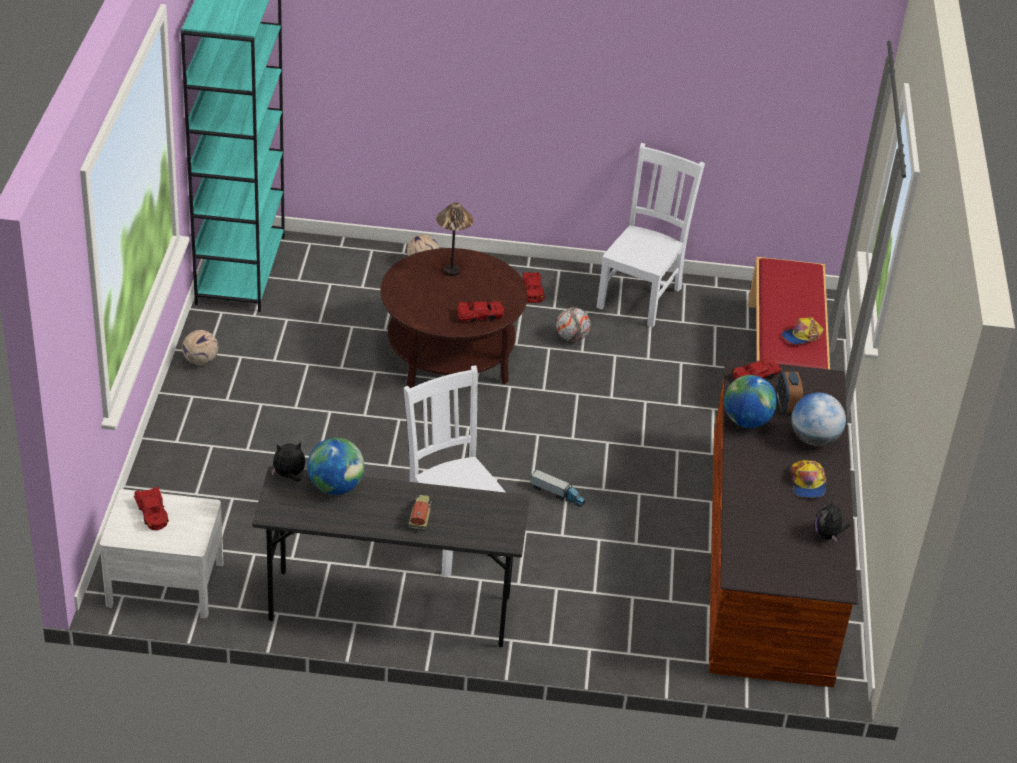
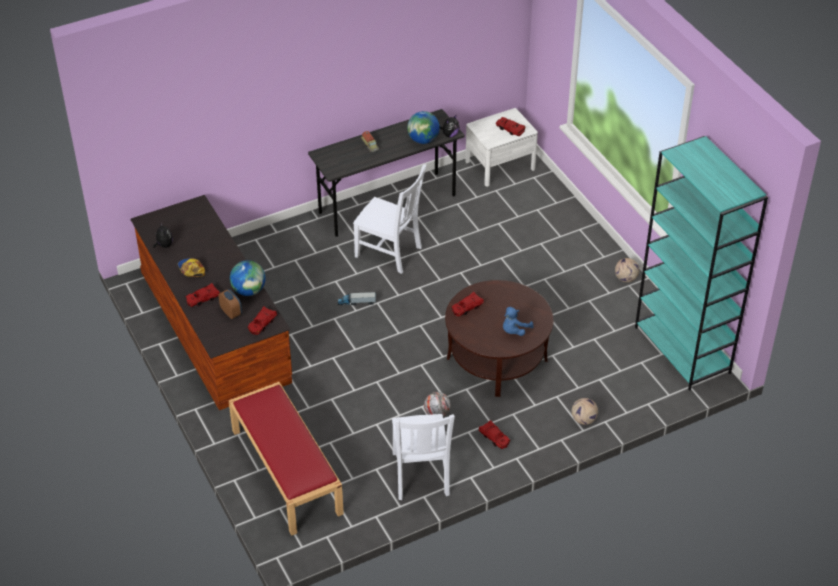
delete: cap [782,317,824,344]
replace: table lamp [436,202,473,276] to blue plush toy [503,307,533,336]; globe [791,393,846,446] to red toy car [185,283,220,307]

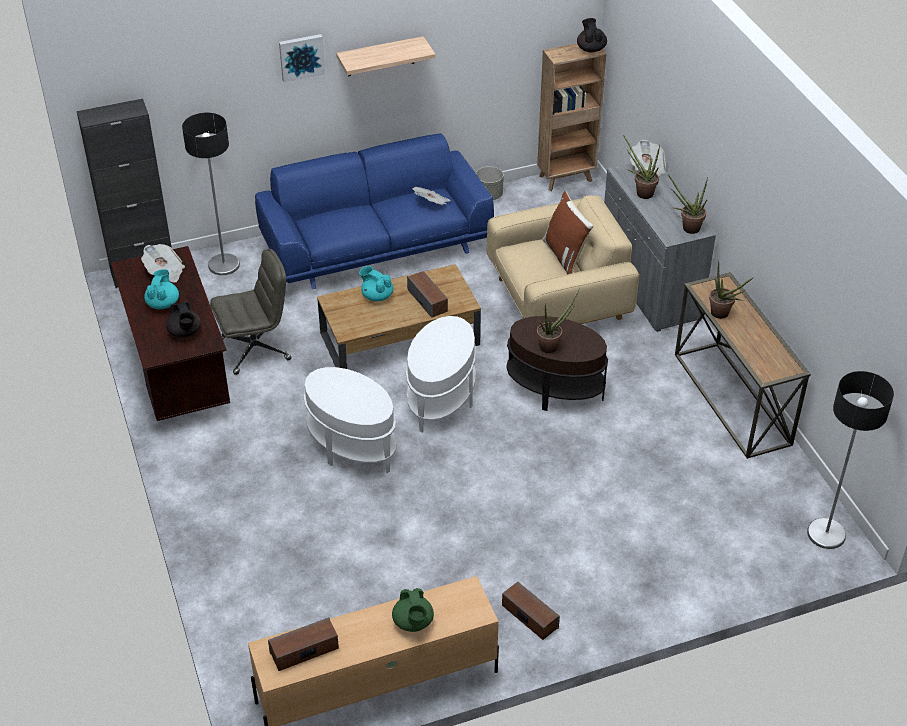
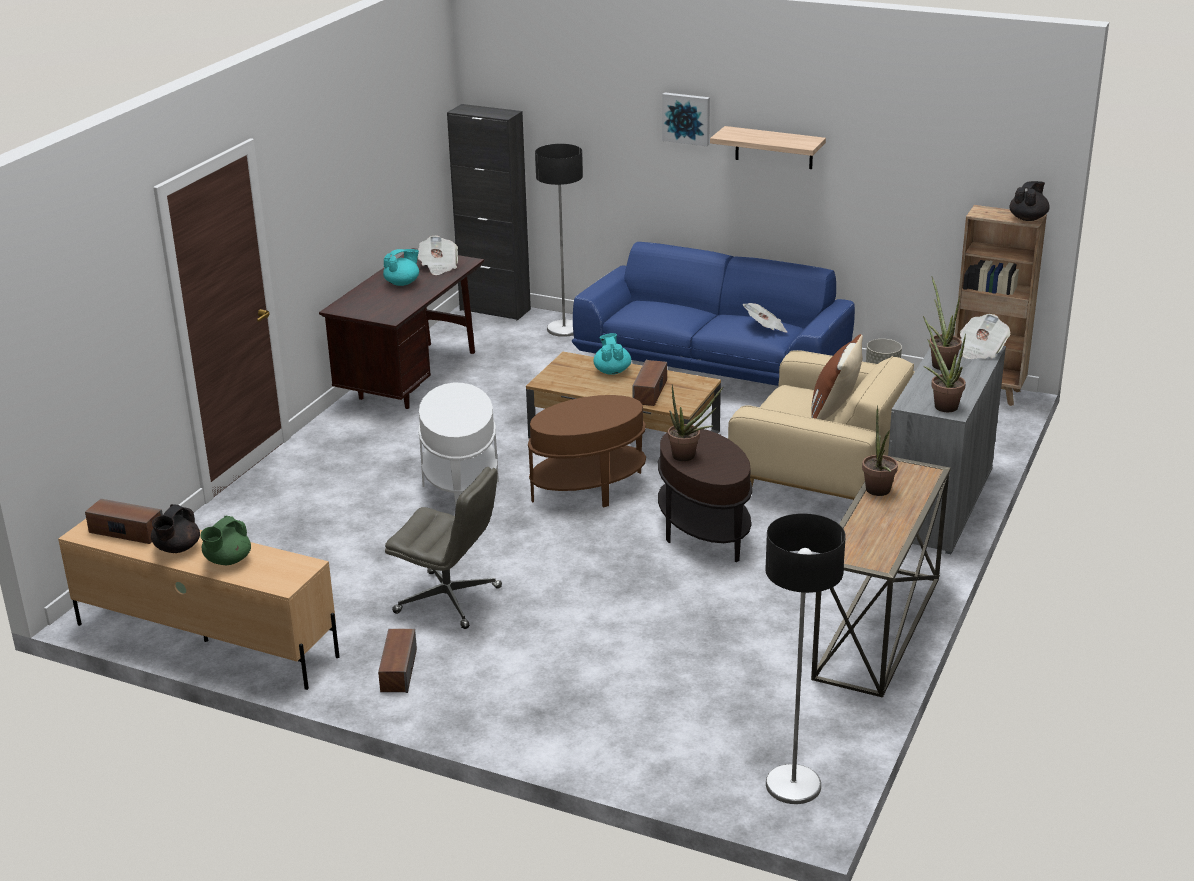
move: black teapot [166,302,201,338] to [151,504,200,553]; grey office chair [210,249,291,375] to [385,467,502,629]
recolor: white side table [406,316,476,433] to brown side table [528,395,646,508]

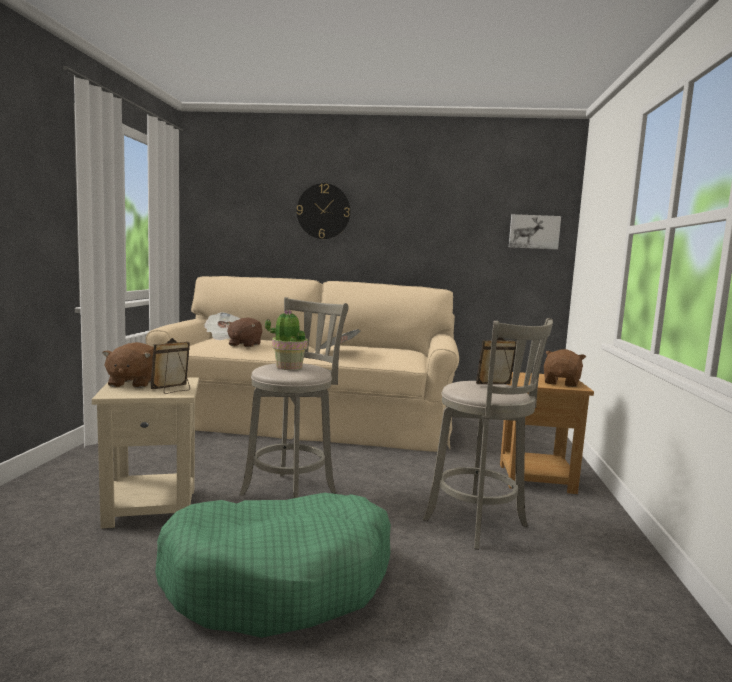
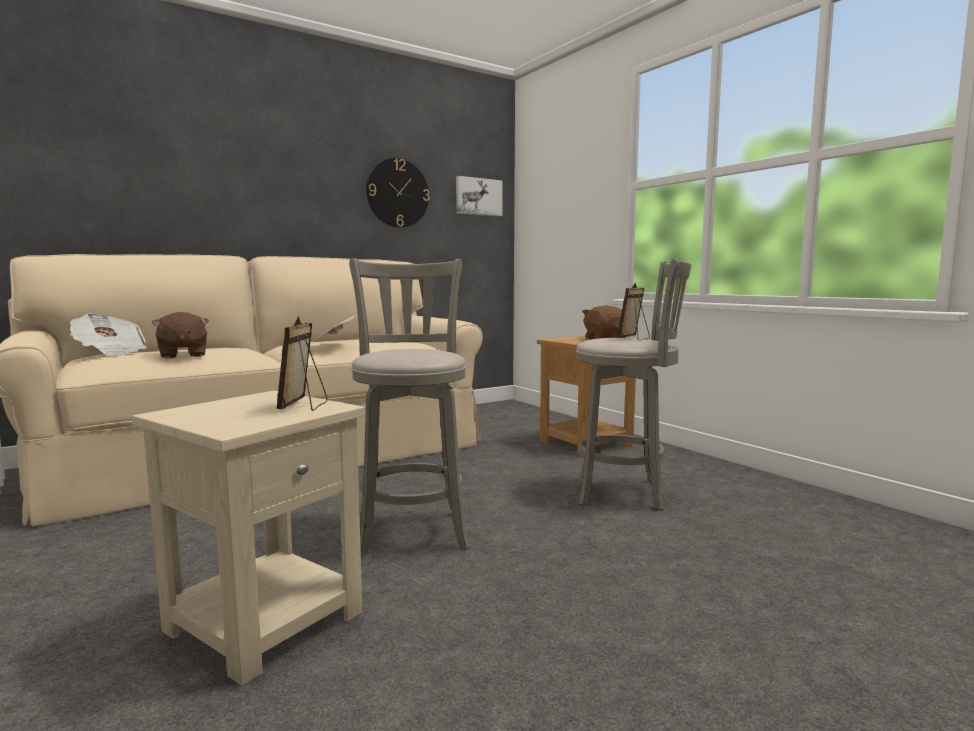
delete: brown plush toy [102,342,154,388]; green dog bed [155,493,391,638]; potted plant [265,310,308,370]
move: wall clock [297,183,351,239] to [366,158,429,228]

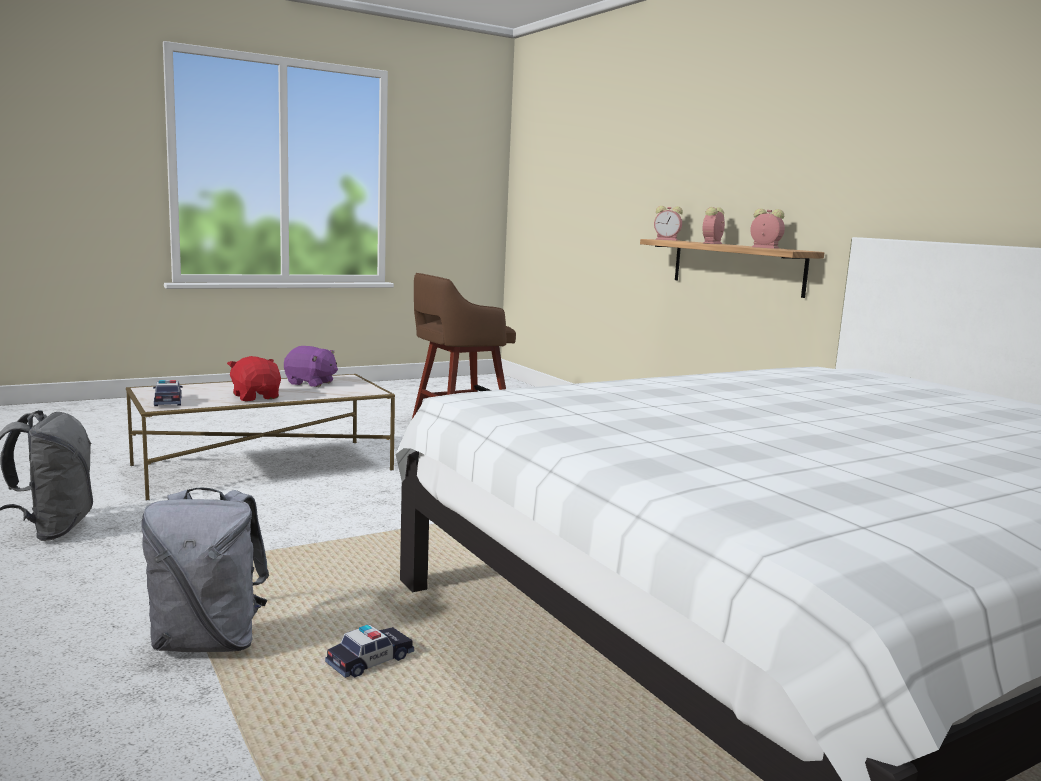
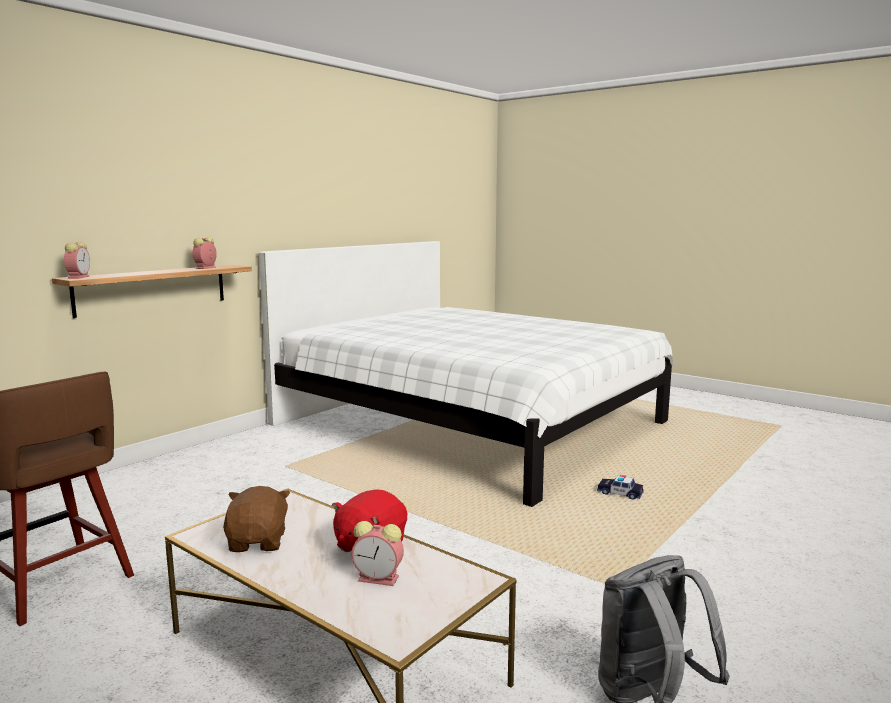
delete: grey backpack [141,488,269,652]; toy car [153,380,183,406]
move: alarm clock [703,207,725,244] to [352,521,404,586]
recolor: purple plush toy [284,346,338,387] to brown plush toy [223,486,290,552]

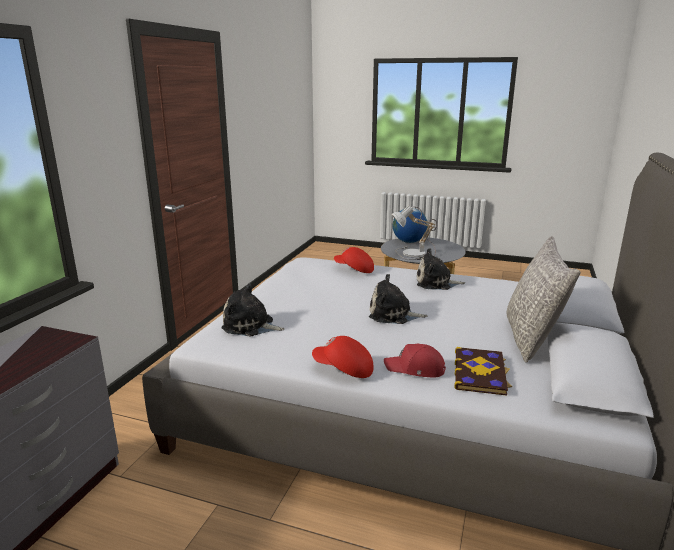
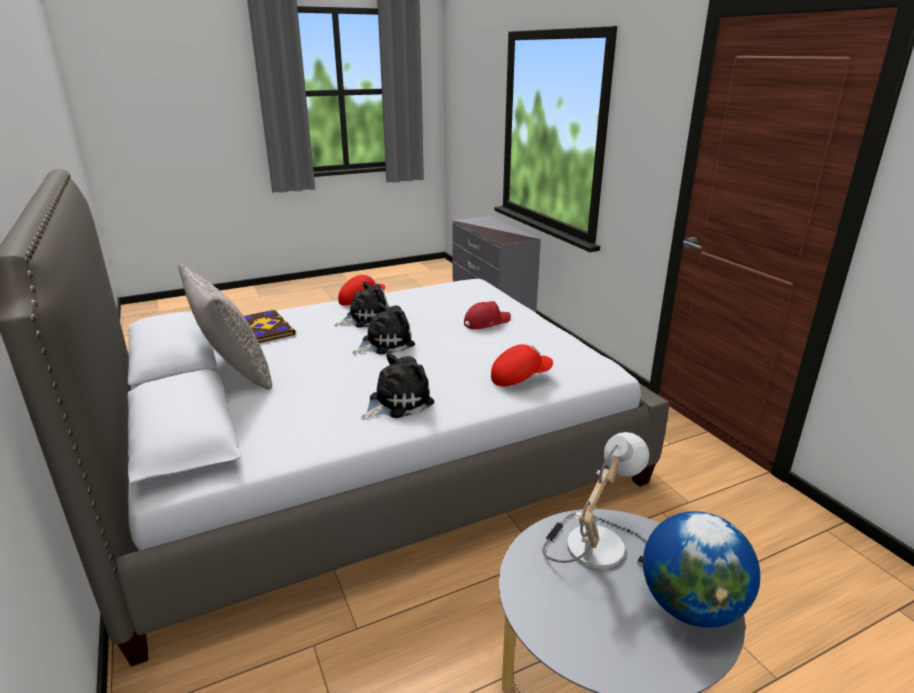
move: plush toy [221,283,285,336] to [334,281,389,328]; red cap [384,344,446,378] to [464,301,511,329]

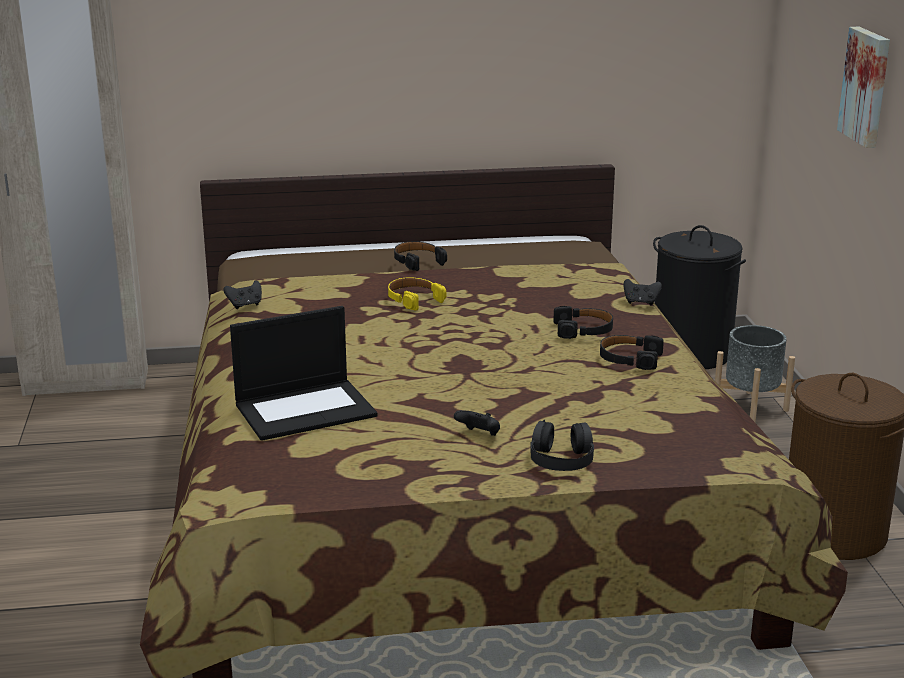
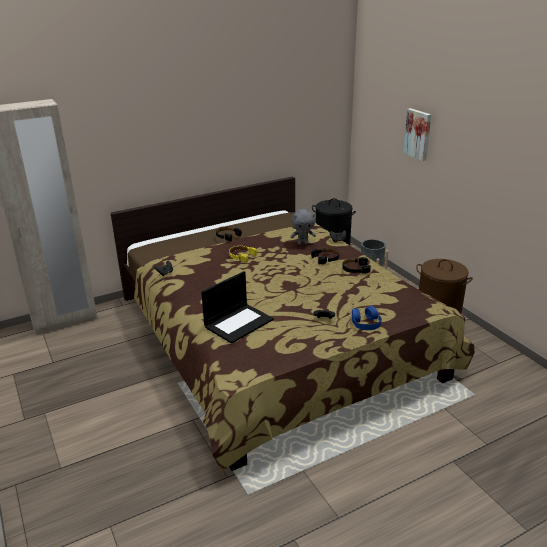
insert: grey plush toy [290,209,316,245]
recolor: black headphones [530,420,594,471] to blue headphones [352,306,382,330]

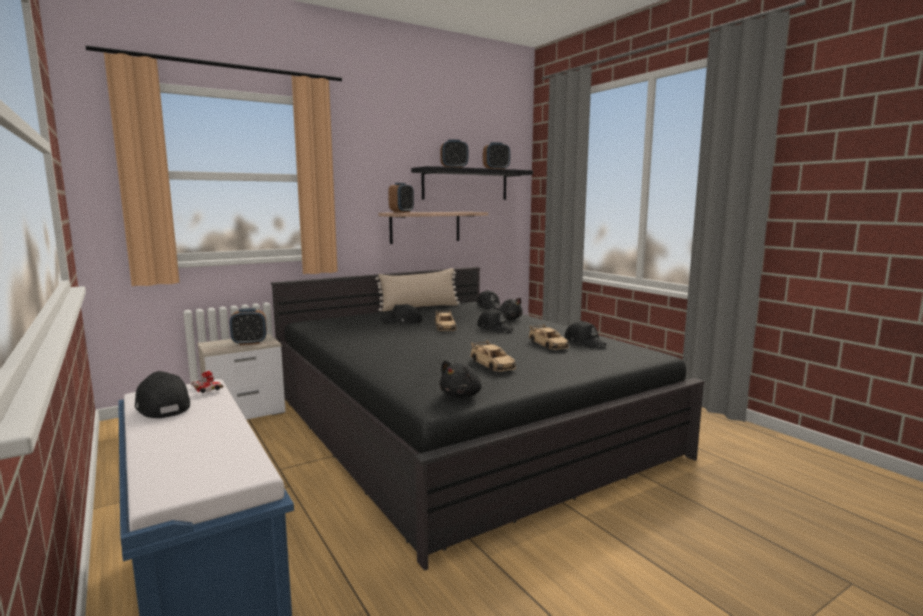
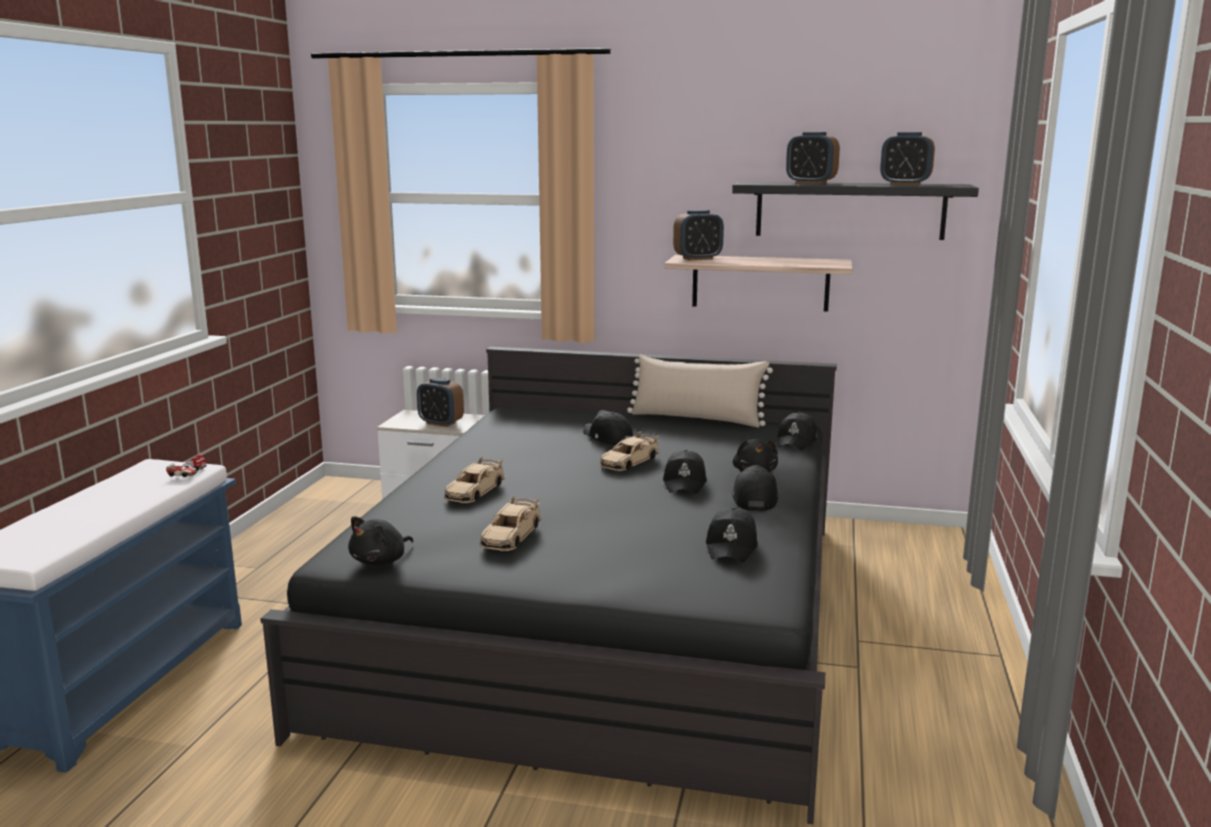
move: black cap [135,371,190,418] to [732,465,778,511]; beige toy car [528,324,569,350] to [444,456,505,503]
rotate: black plush toy [439,361,482,397] = [348,516,413,565] 45 degrees counterclockwise

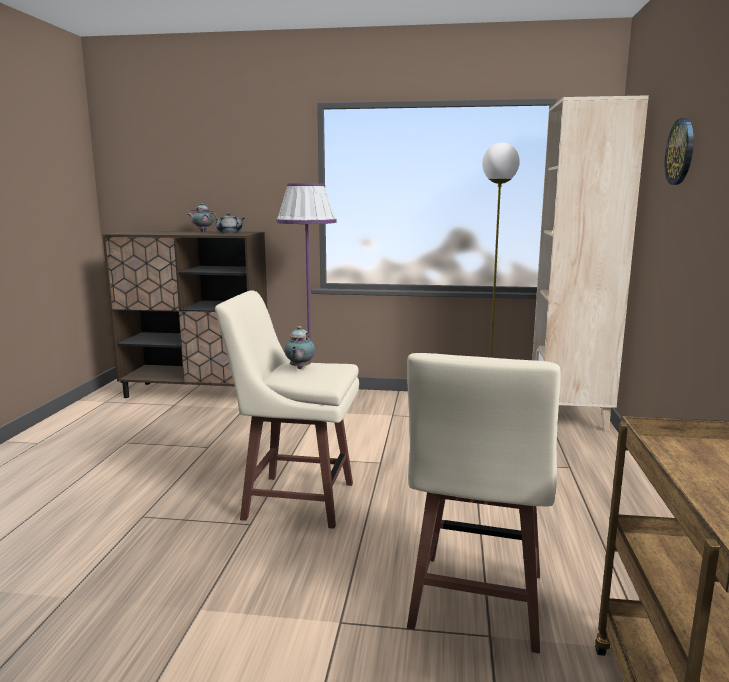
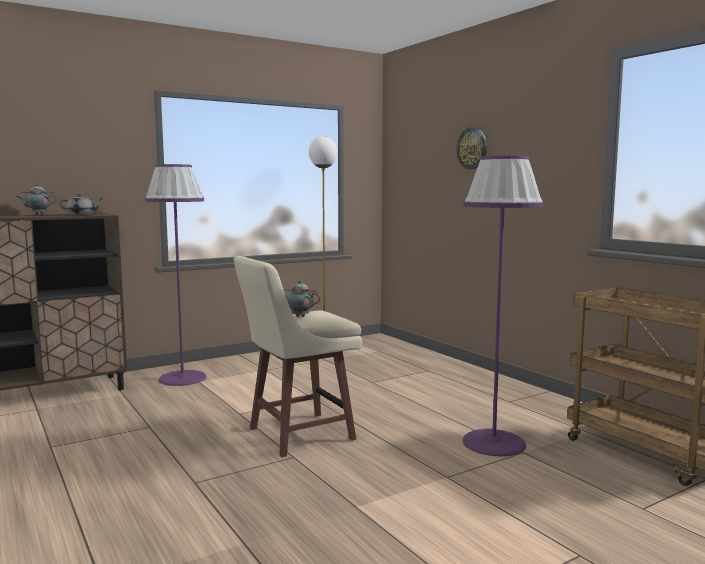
delete: beige bookcase [532,95,649,431]
replace: beige stool [407,353,561,654] to purple floor lamp [463,156,543,456]
rotate: teapot [284,326,315,369] = [283,280,321,317] 135 degrees clockwise

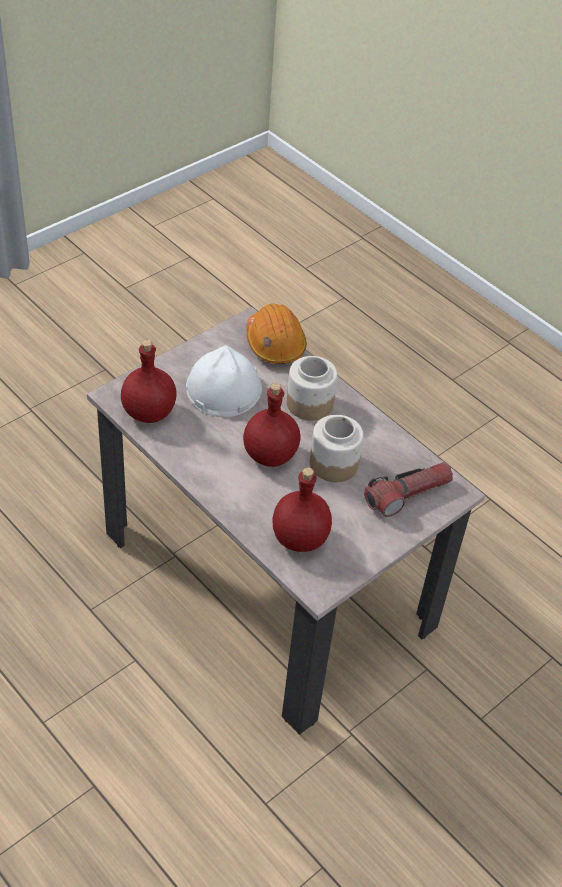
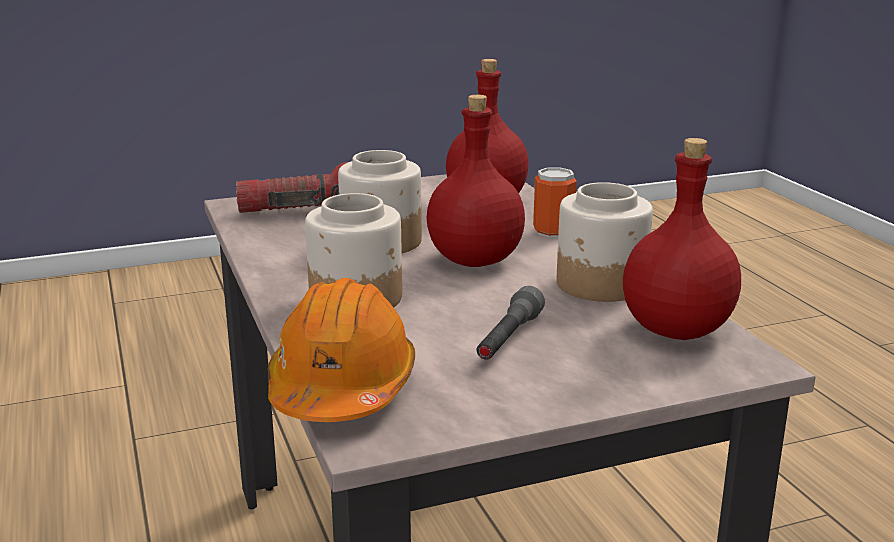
insert: can [533,167,577,238]; jar [557,182,653,302]
replace: white hard hat [186,346,262,417] to grey flashlight [477,286,545,360]

